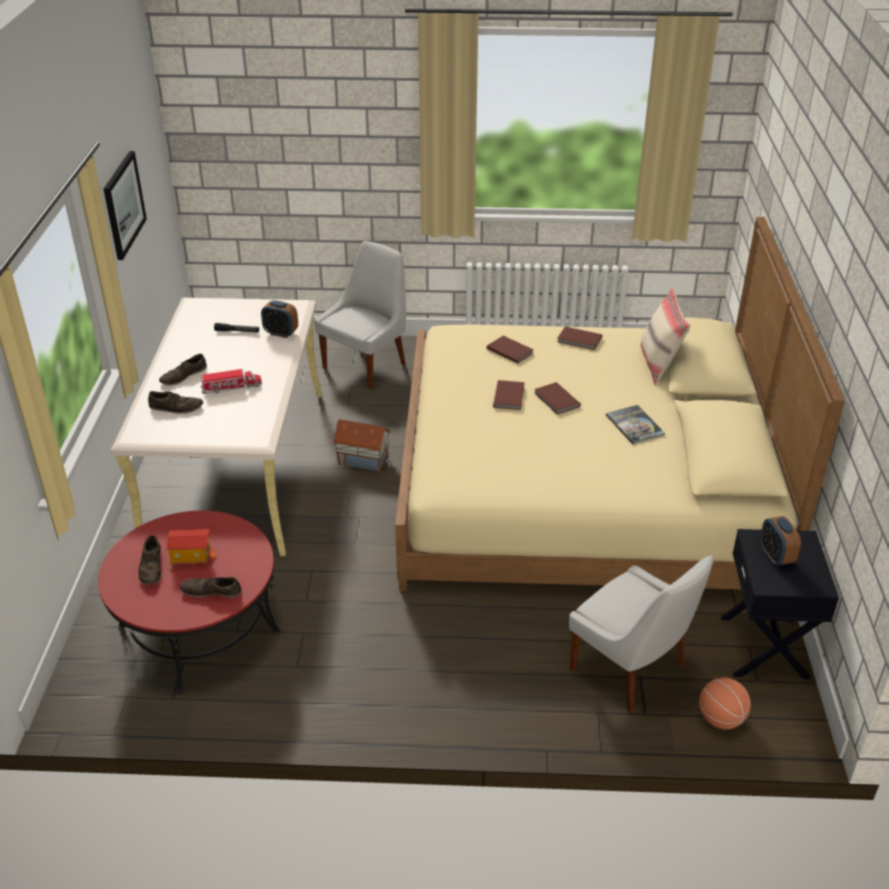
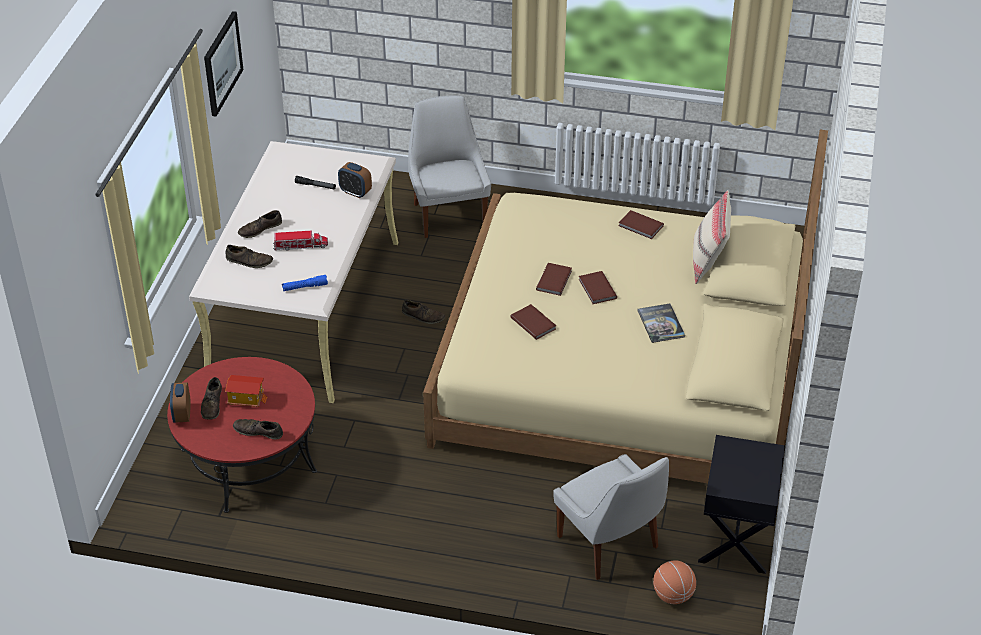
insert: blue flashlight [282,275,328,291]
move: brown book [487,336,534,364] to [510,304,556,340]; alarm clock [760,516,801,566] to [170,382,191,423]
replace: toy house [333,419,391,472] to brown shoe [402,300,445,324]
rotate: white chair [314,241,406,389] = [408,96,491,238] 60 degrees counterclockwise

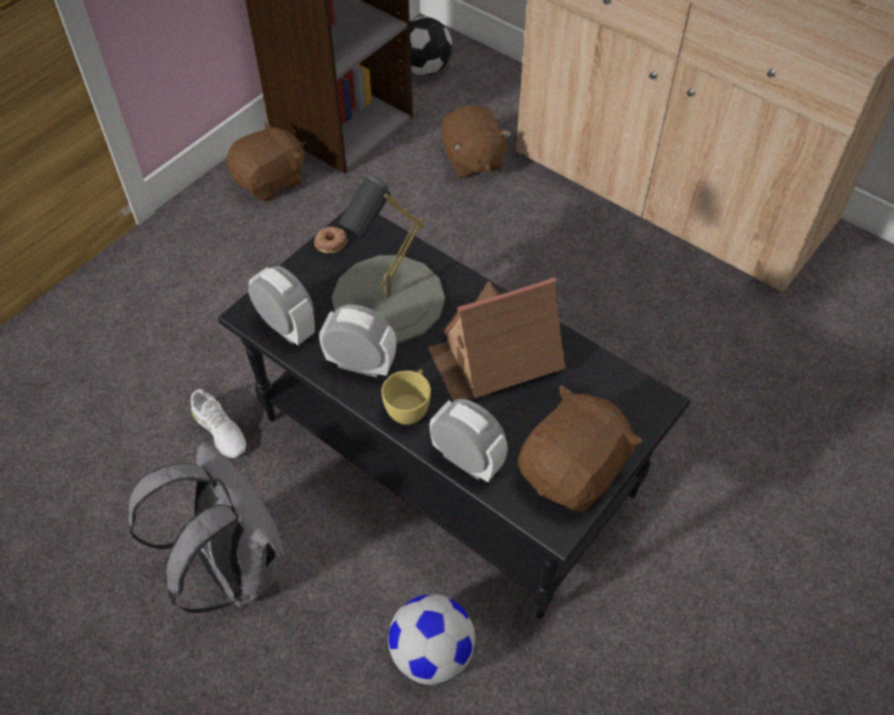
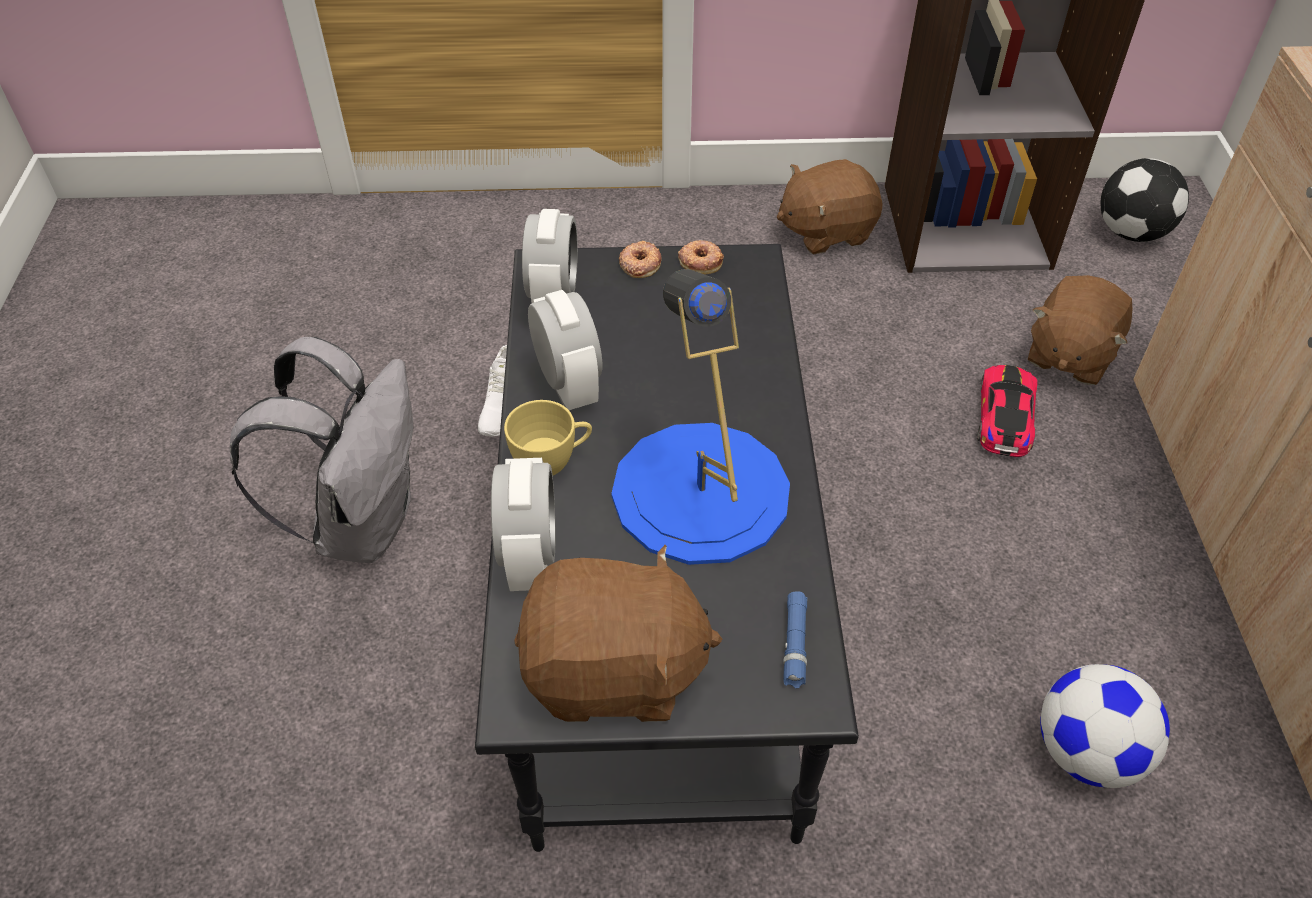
delete: grey table lamp [332,176,445,344]
insert: donut [619,241,661,278]; blue flashlight [783,591,807,688]; toy car [977,365,1038,457]
move: football [388,594,475,685] to [1040,664,1170,788]
replace: toy house [428,277,565,401] to blue table lamp [611,269,790,565]
rotate: brown plush toy [227,121,304,201] = [777,159,883,254] 150 degrees clockwise

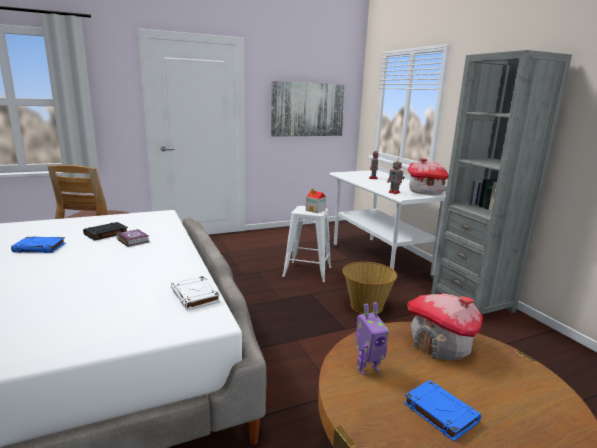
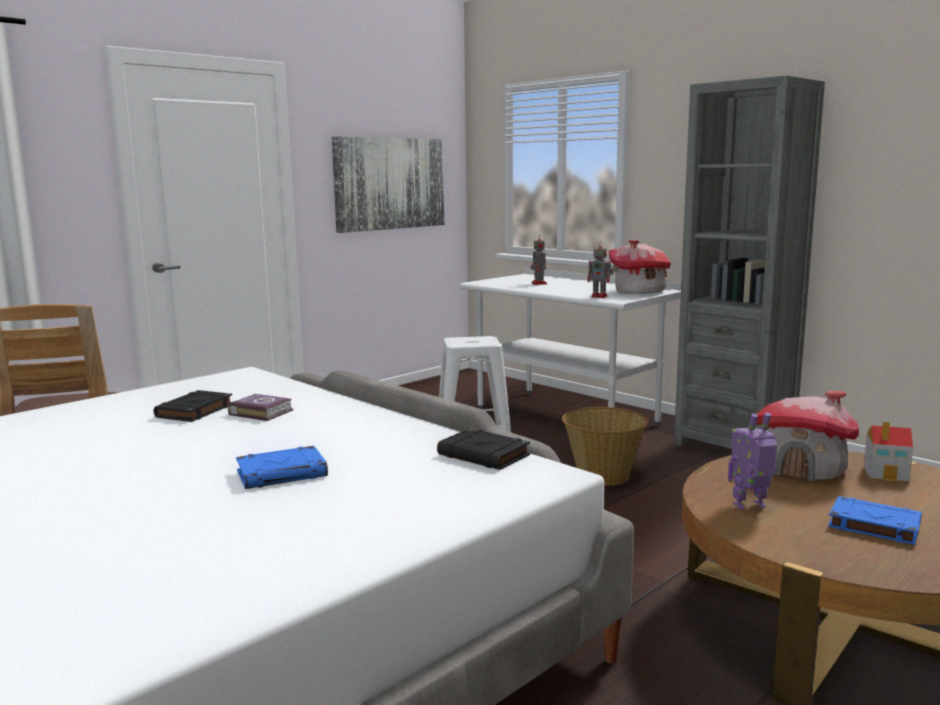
move: blue book [11,236,66,253] to [236,446,328,489]; toy house [306,188,326,213] to [864,422,913,482]
recolor: white book [171,276,220,310] to black book [437,428,530,470]
rotate: toy robot [356,302,389,375] = [728,413,777,510] 150 degrees counterclockwise

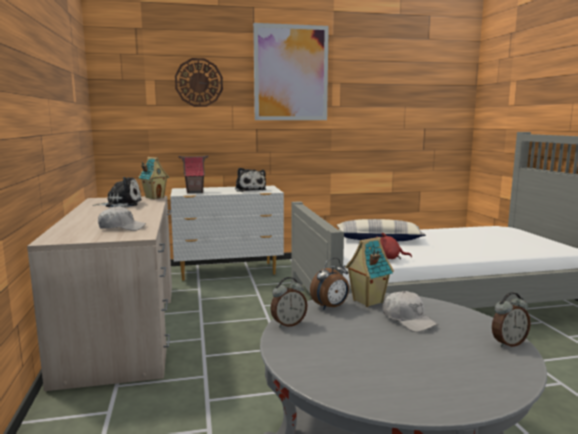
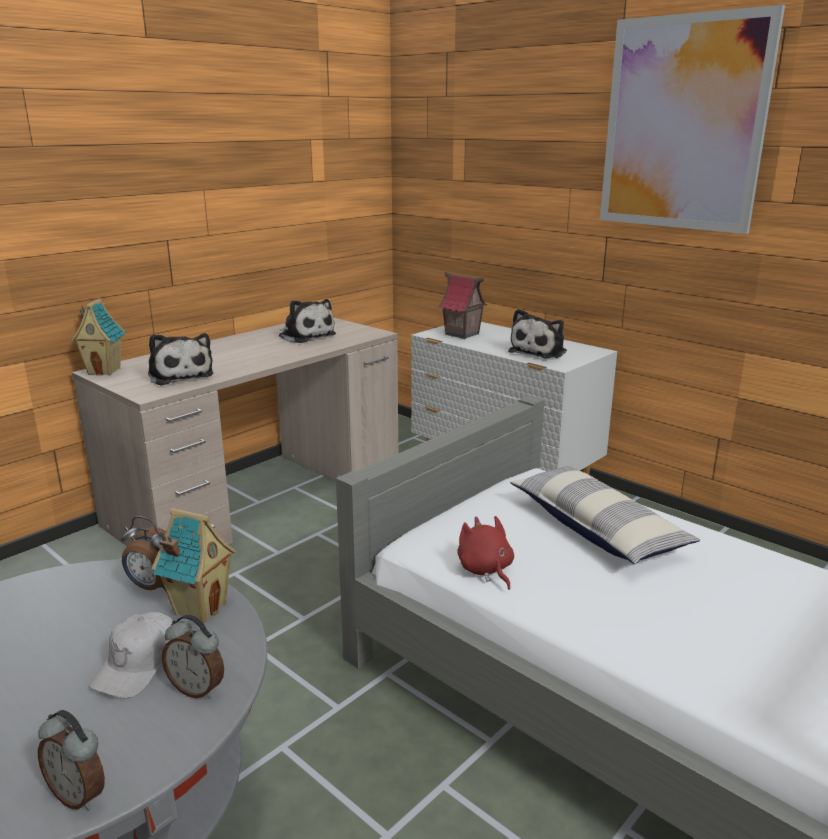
delete: wall clock [175,58,223,107]
move: toy house [139,157,169,199] to [71,299,126,376]; alarm clock [270,277,308,328] to [162,615,224,699]
replace: white cap [98,206,146,231] to plush toy [148,333,214,385]

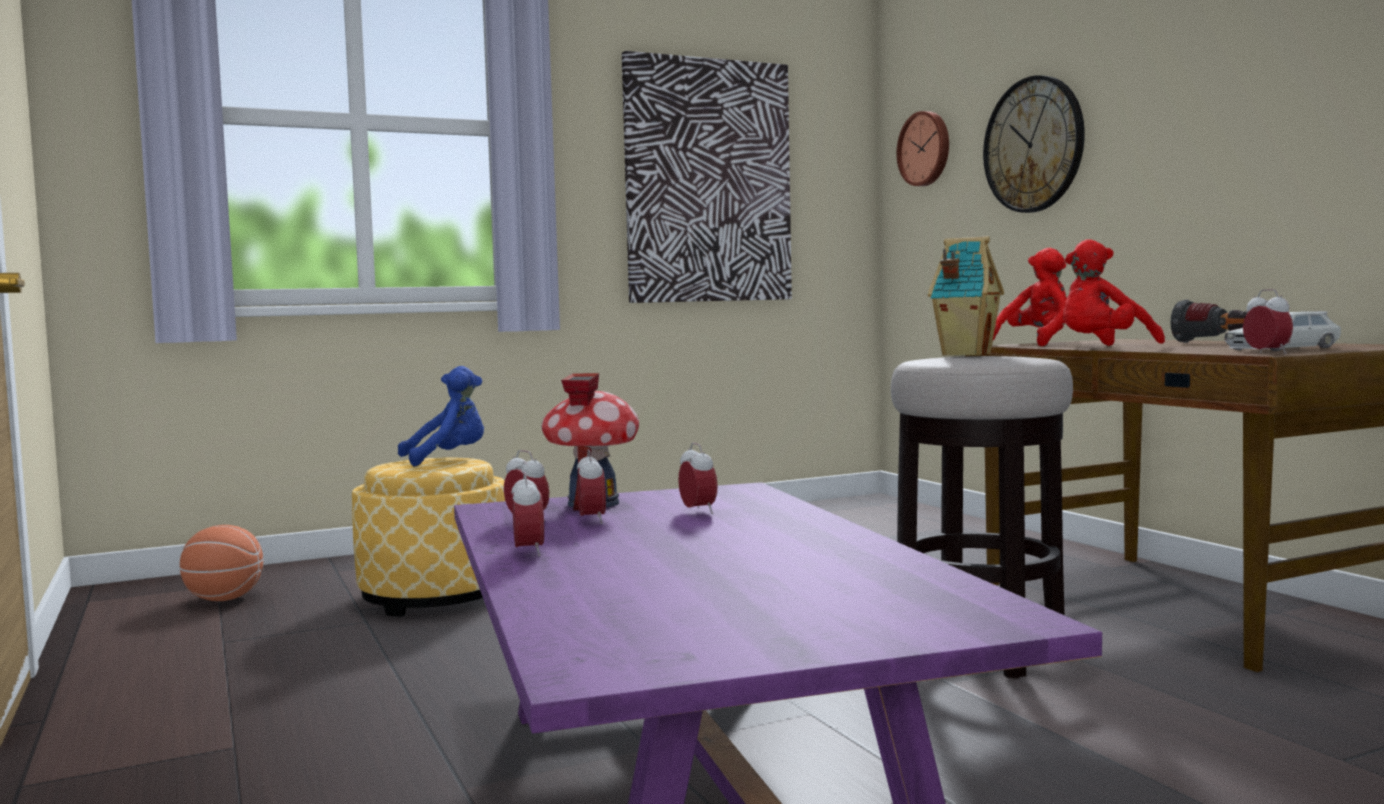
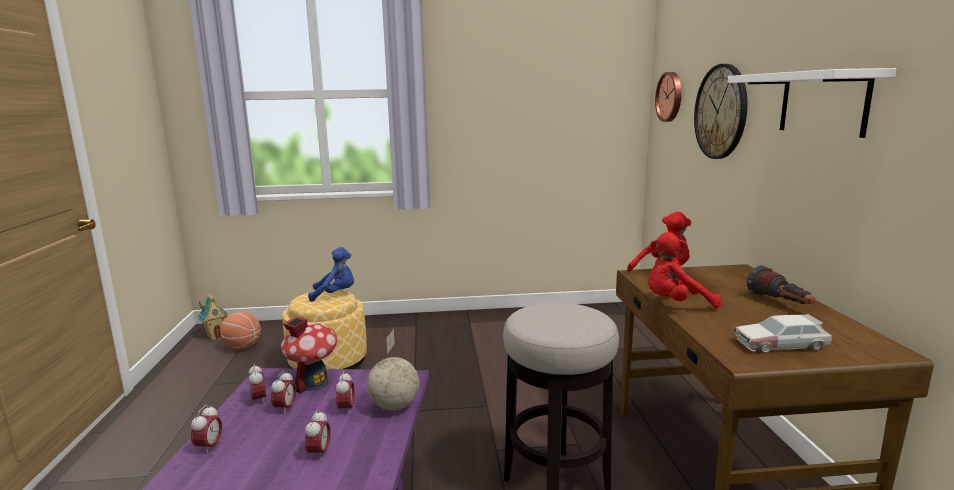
delete: picture [622,51,792,303]
insert: globe [367,329,419,411]; white shelf [728,68,896,138]
move: toy house [927,236,1004,356] to [198,294,229,341]; alarm clock [1243,289,1293,354] to [305,410,331,461]

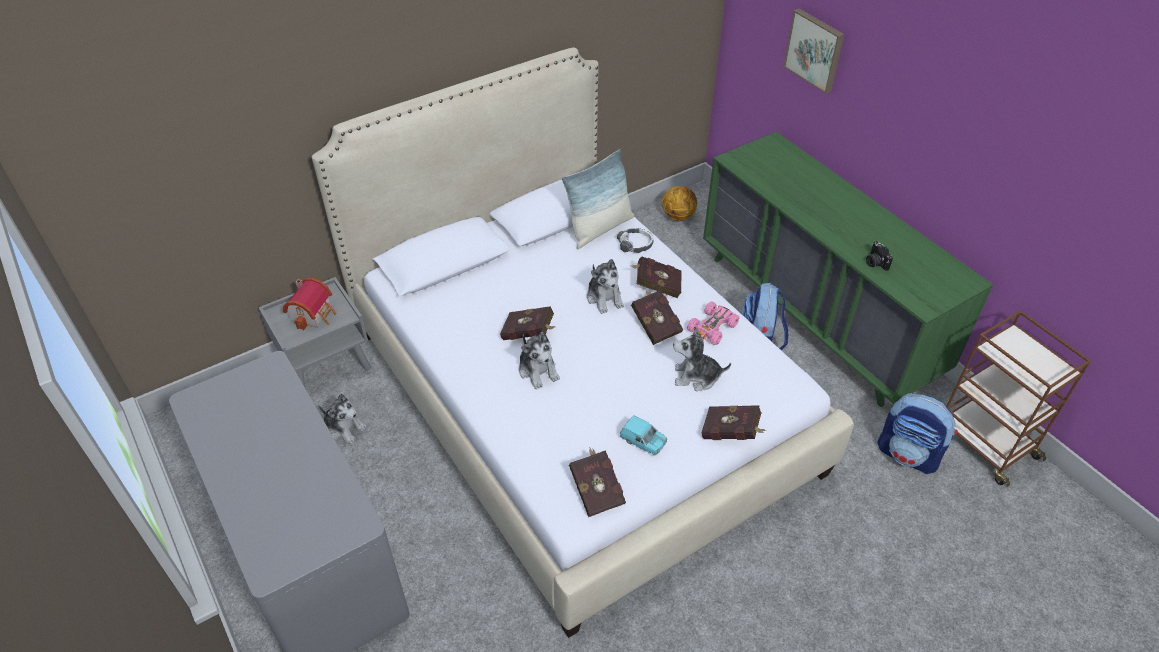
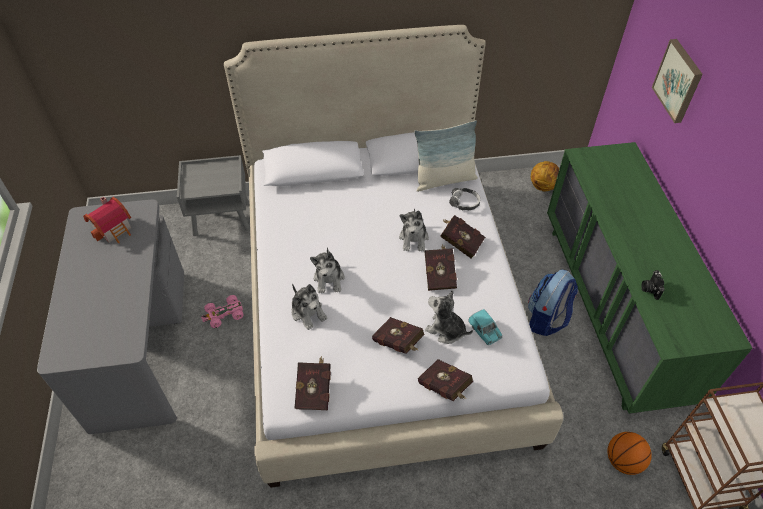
move: toy house [283,278,336,331] to [83,197,131,243]; plush toy [318,394,367,444] to [292,283,327,330]; red book [500,306,555,340] to [372,317,425,354]; turquoise toy car [620,416,667,455] to [468,309,502,345]; pink toy car [687,301,740,345] to [201,295,243,328]
replace: backpack [877,393,958,474] to basketball [607,432,652,475]

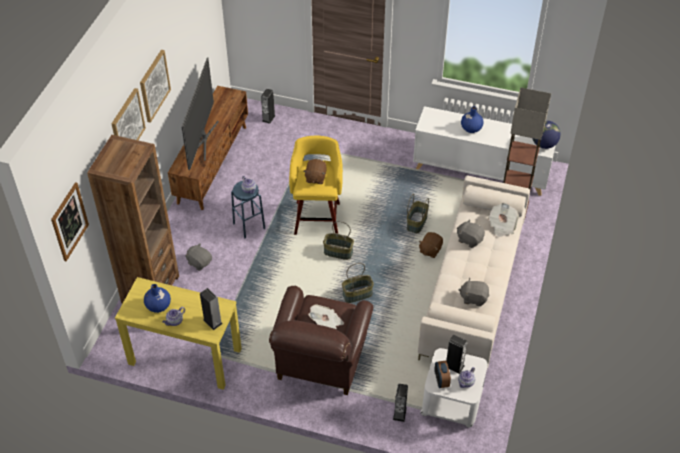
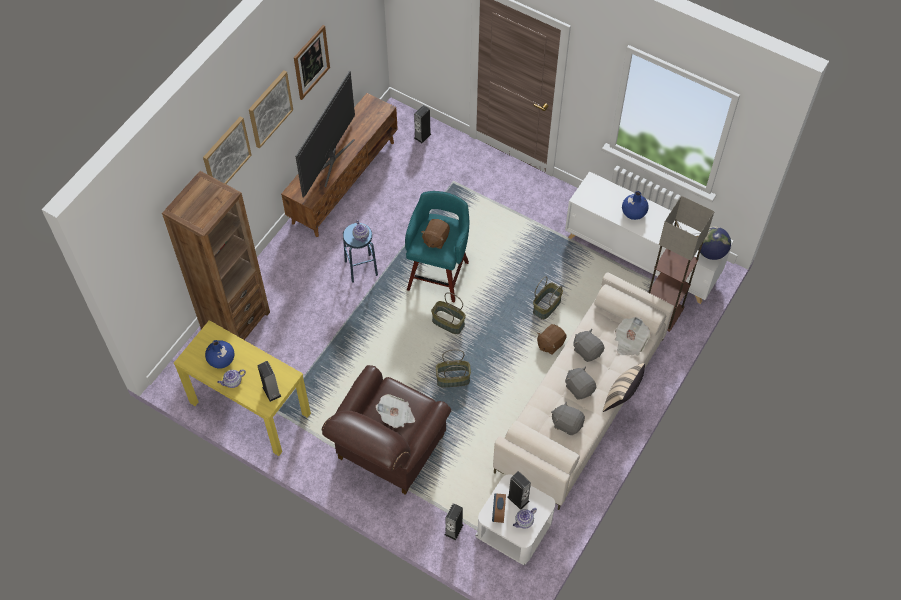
insert: beige pillow [603,363,645,412]
move: picture [51,182,89,261] to [294,25,330,100]; grey plush toy [185,243,212,271] to [565,366,596,400]
recolor: yellow stool [289,136,343,235] to turquoise stool [405,191,469,303]

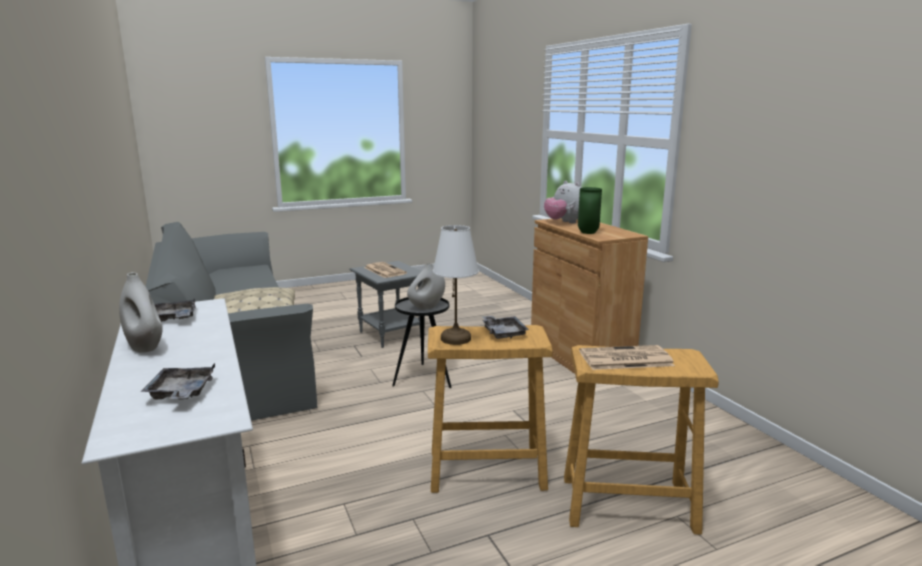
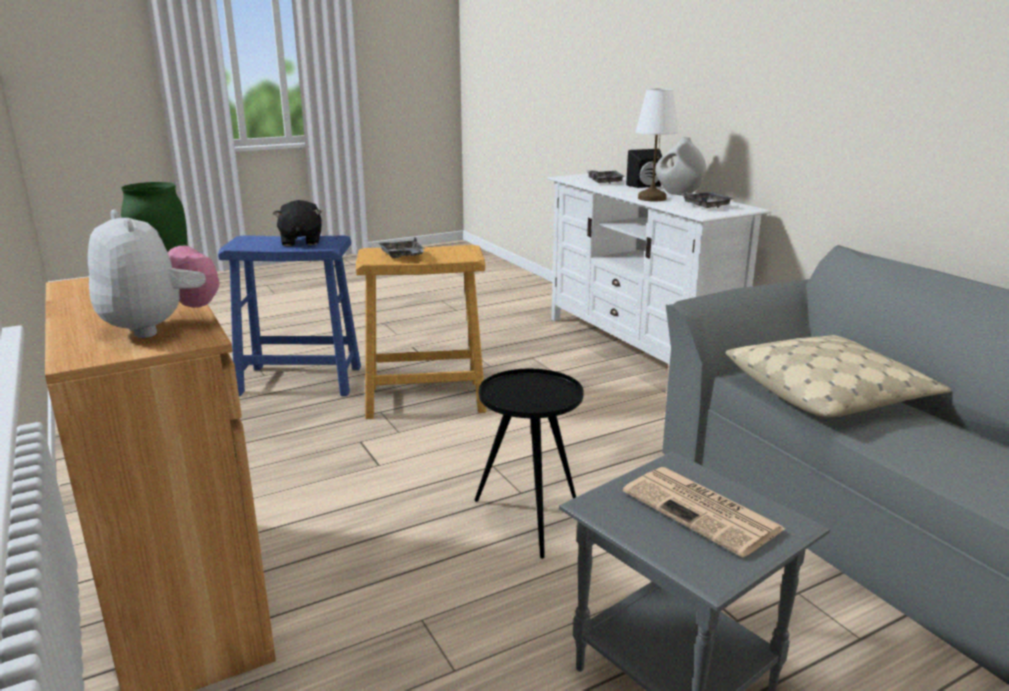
delete: white vase [407,263,445,310]
insert: black speaker [626,149,662,188]
move: white table lamp [433,225,479,345] to [635,89,678,201]
replace: newspaper [579,345,675,370] to black plush toy [273,200,321,246]
recolor: beige stool [564,345,719,535] to blue stool [218,235,361,396]

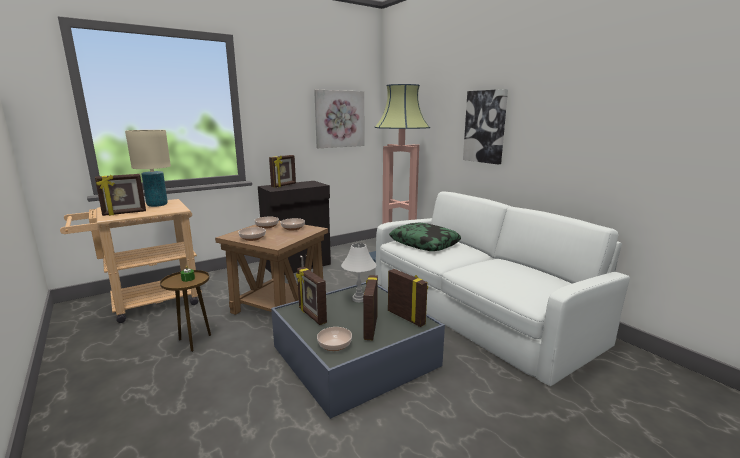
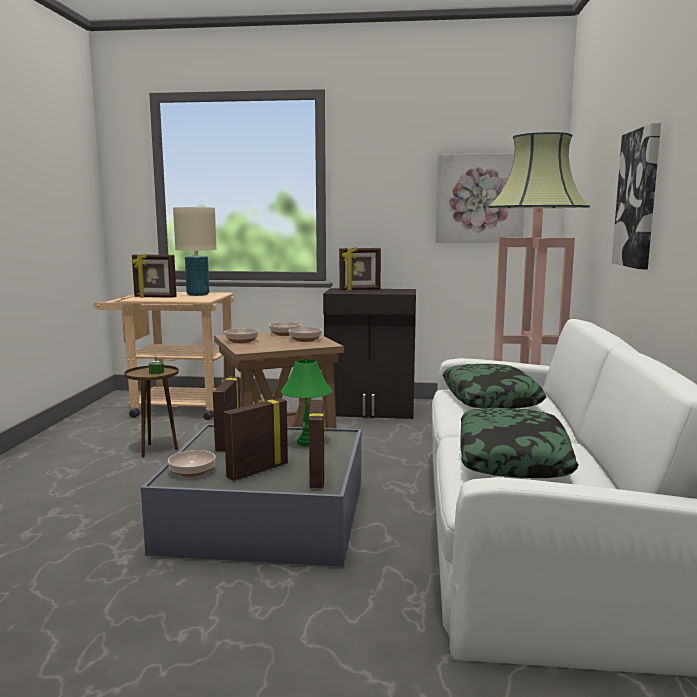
insert: pillow [460,408,578,478]
recolor: white table lamp [341,243,376,302] to green table lamp [281,359,332,446]

